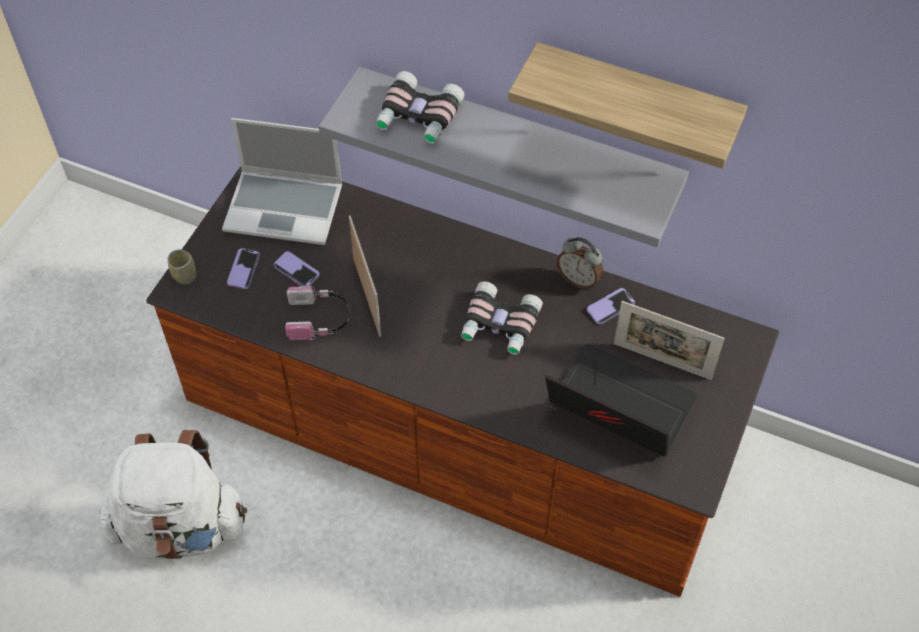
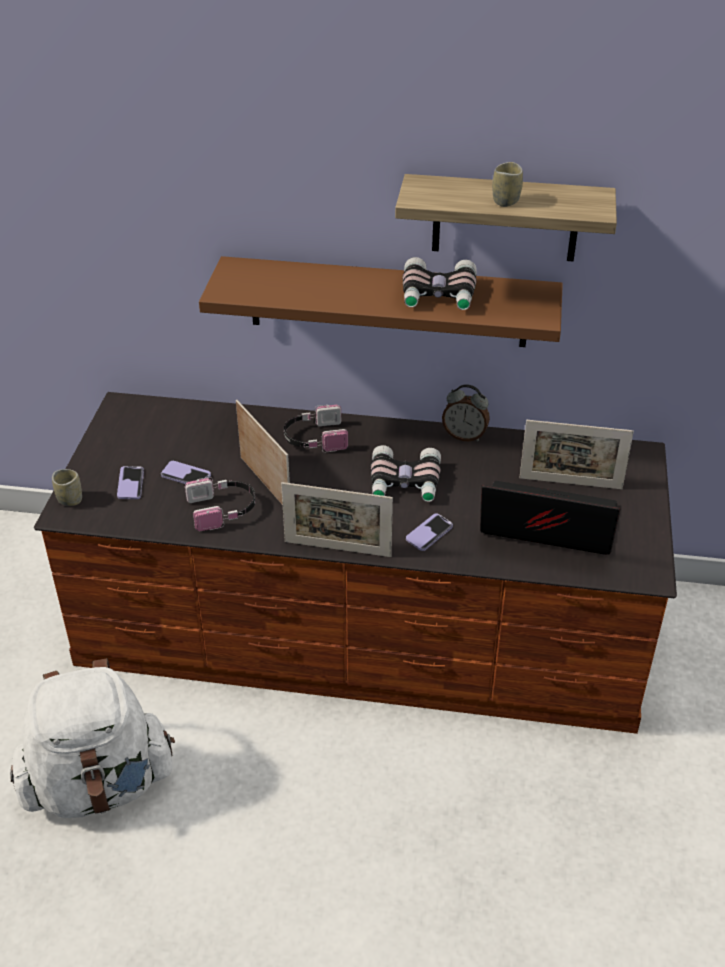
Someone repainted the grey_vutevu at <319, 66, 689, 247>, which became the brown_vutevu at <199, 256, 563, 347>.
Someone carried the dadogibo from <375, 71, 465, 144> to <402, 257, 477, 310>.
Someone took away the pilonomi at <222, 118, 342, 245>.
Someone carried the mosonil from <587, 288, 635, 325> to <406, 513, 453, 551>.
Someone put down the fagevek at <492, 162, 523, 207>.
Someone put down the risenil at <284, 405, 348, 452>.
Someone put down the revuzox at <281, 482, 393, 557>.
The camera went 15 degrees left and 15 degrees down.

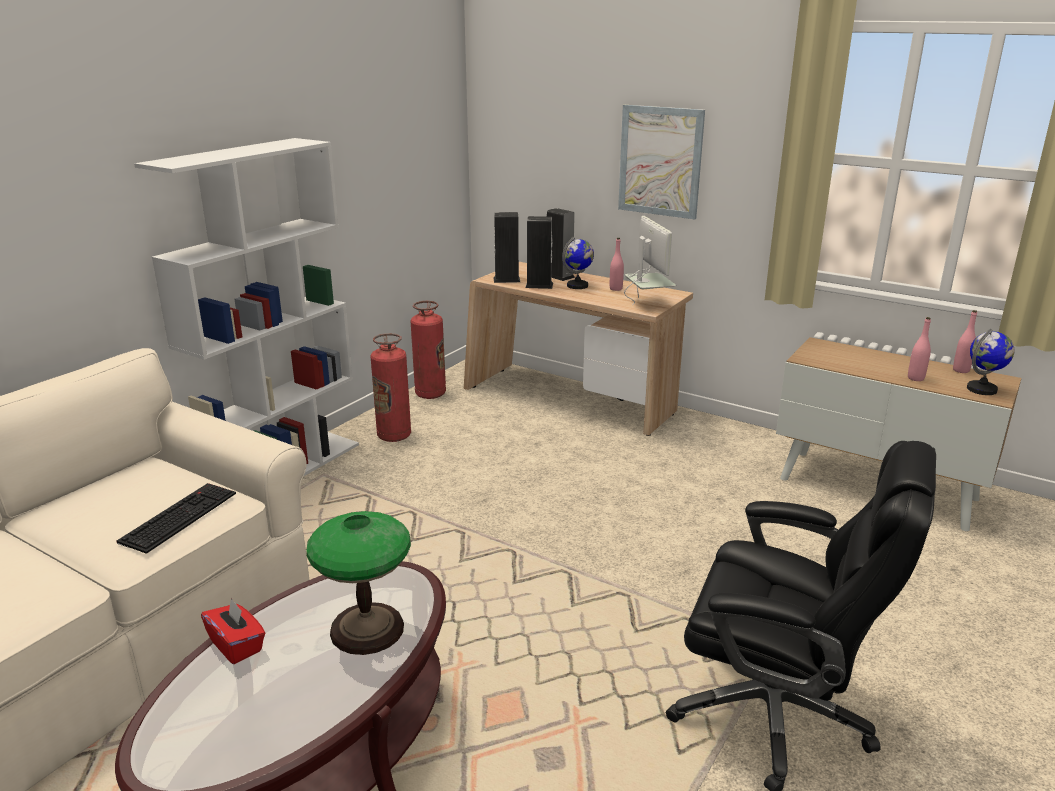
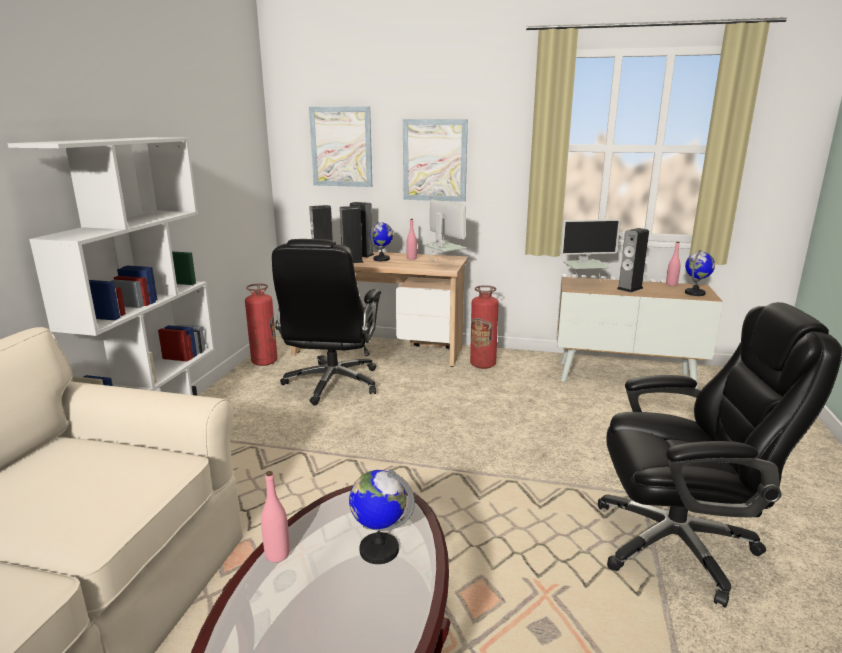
Someone carried the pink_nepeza from <908, 317, 931, 381> to <261, 471, 290, 563>.
Someone carried the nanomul from <371, 333, 411, 442> to <470, 285, 499, 369>.
Someone took away the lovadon at <117, 483, 236, 554>.
Someone swapped the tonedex at <306, 511, 411, 655> for the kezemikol at <349, 470, 415, 564>.
Someone took away the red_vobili at <201, 597, 265, 664>.
Someone put up the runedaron at <309, 107, 372, 187>.
Someone put down the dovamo at <560, 219, 621, 283>.
Someone put down the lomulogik at <617, 228, 649, 292>.
Someone put down the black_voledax at <272, 239, 381, 406>.
The camera went 20 degrees left and 5 degrees down.

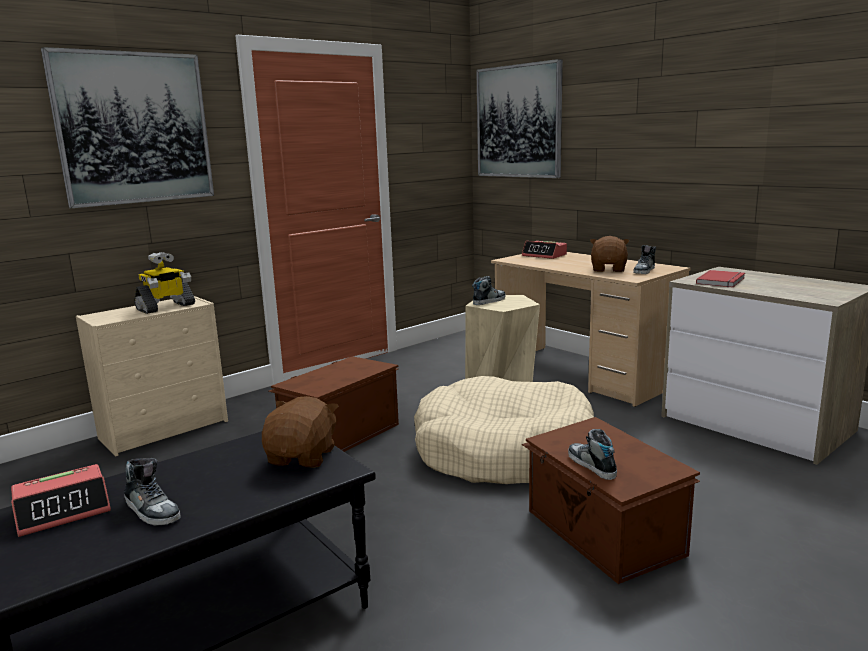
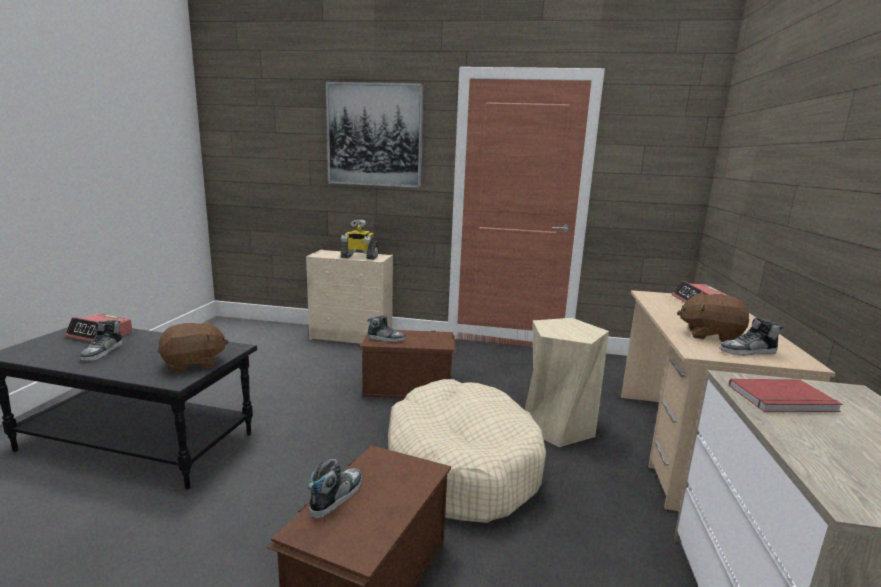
Someone took away the runedaron at <476, 59, 563, 178>.
Someone rotated the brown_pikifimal at <590, 236, 629, 272> by 135 degrees counterclockwise.
Someone carried the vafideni from <472, 276, 506, 305> to <367, 316, 406, 342>.
The camera went 50 degrees right and 0 degrees up.

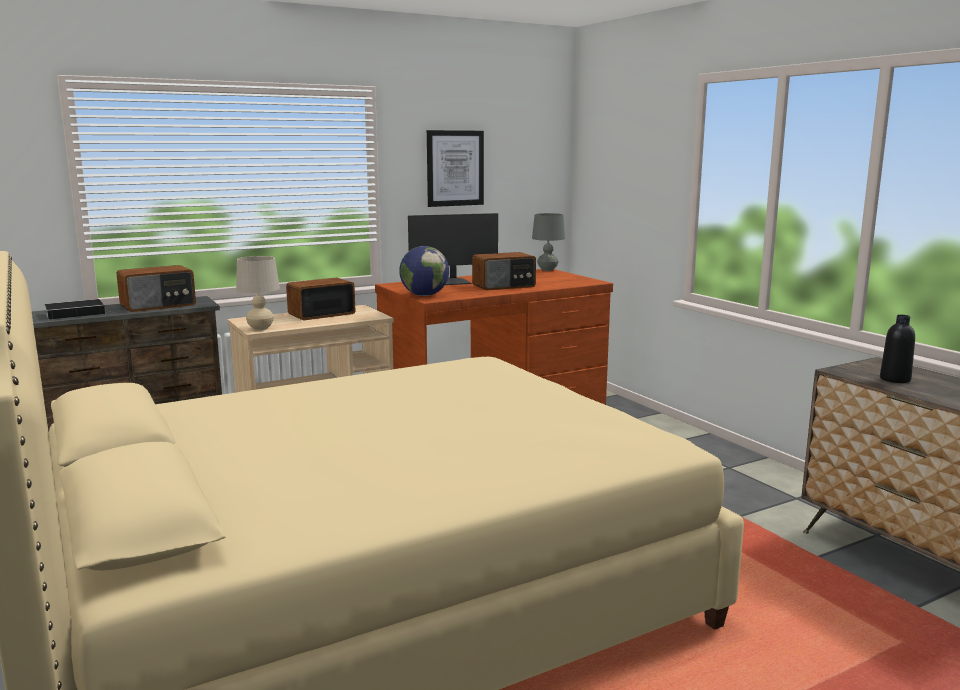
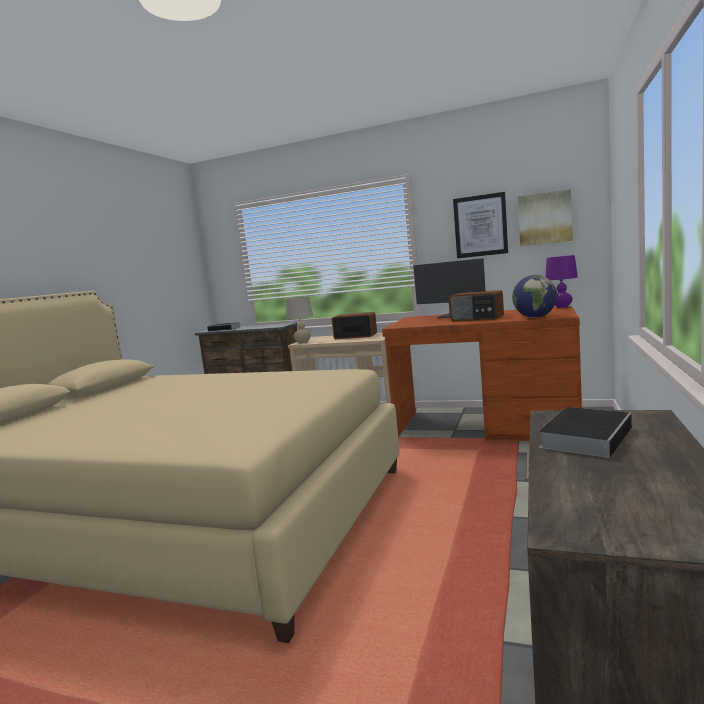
Someone repainted the grey_tonedex at <532, 213, 565, 271>, which became the purple_tonedex at <546, 255, 578, 308>.
Someone carried the kezemikol from <399, 246, 449, 296> to <512, 275, 557, 318>.
Someone took away the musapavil at <116, 265, 196, 312>.
Someone swapped the black_nepeza at <880, 315, 915, 383> for the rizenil at <539, 407, 632, 458>.
Someone put up the runedaron at <518, 189, 573, 246>.
The camera went 50 degrees right and 5 degrees down.

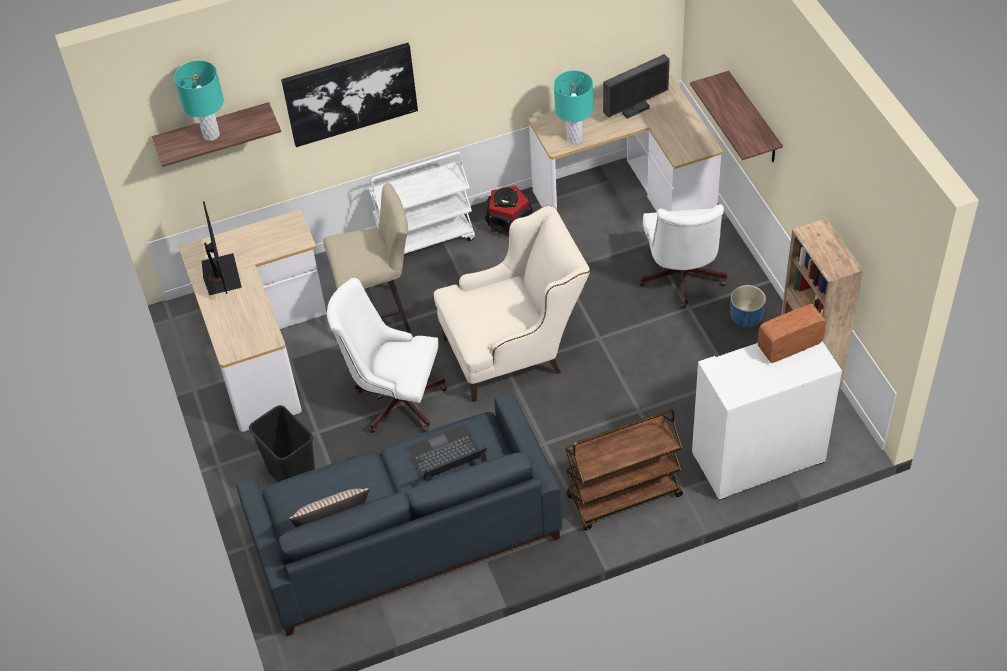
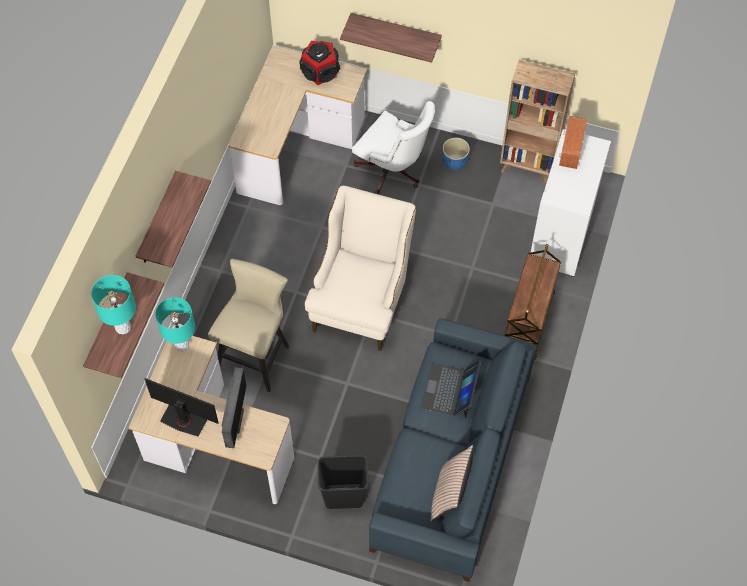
Someone swapped the runedaron at <281, 43, 418, 147> for the vutevu at <136, 171, 211, 268>.
Someone carried the dovamo from <603, 54, 670, 119> to <222, 368, 247, 448>.
Someone carried the turquoise_tonedex from <554, 70, 593, 144> to <156, 297, 195, 351>.
Someone took away the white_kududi at <369, 152, 475, 254>.
Someone carried the lomulogik from <485, 185, 533, 236> to <299, 41, 340, 85>.
Someone took away the white_voledax at <327, 278, 447, 433>.
The camera went 55 degrees left and 10 degrees up.

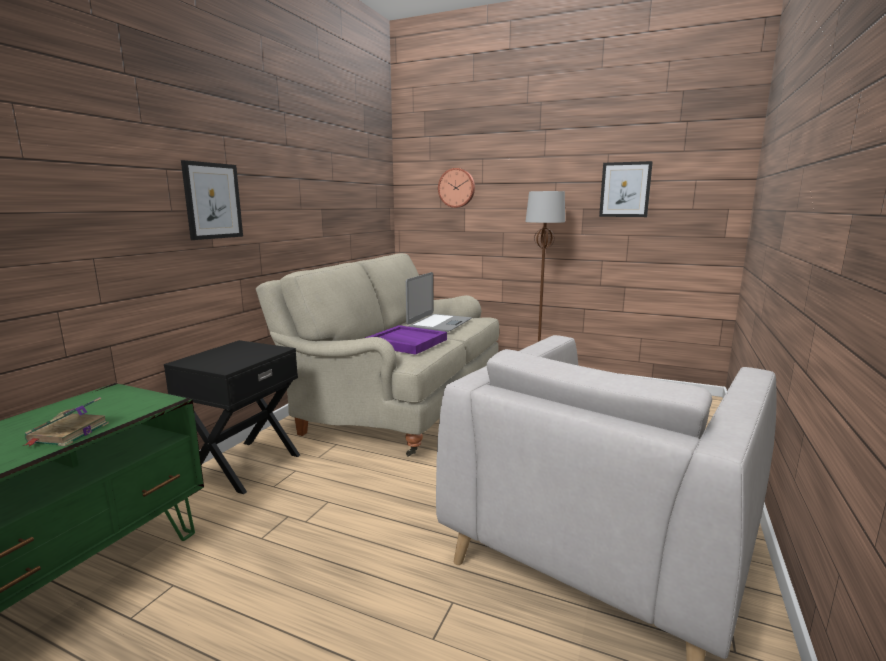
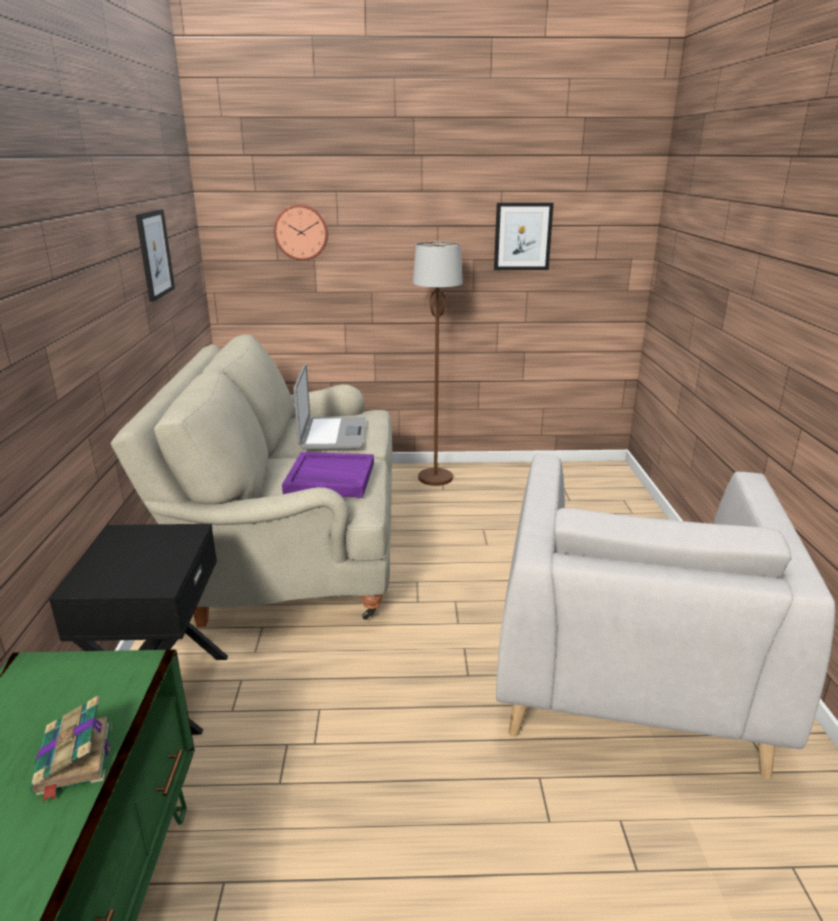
Someone carried the runedaron from <181, 160, 243, 240> to <136, 209, 175, 302>.
The camera went 25 degrees left and 10 degrees up.

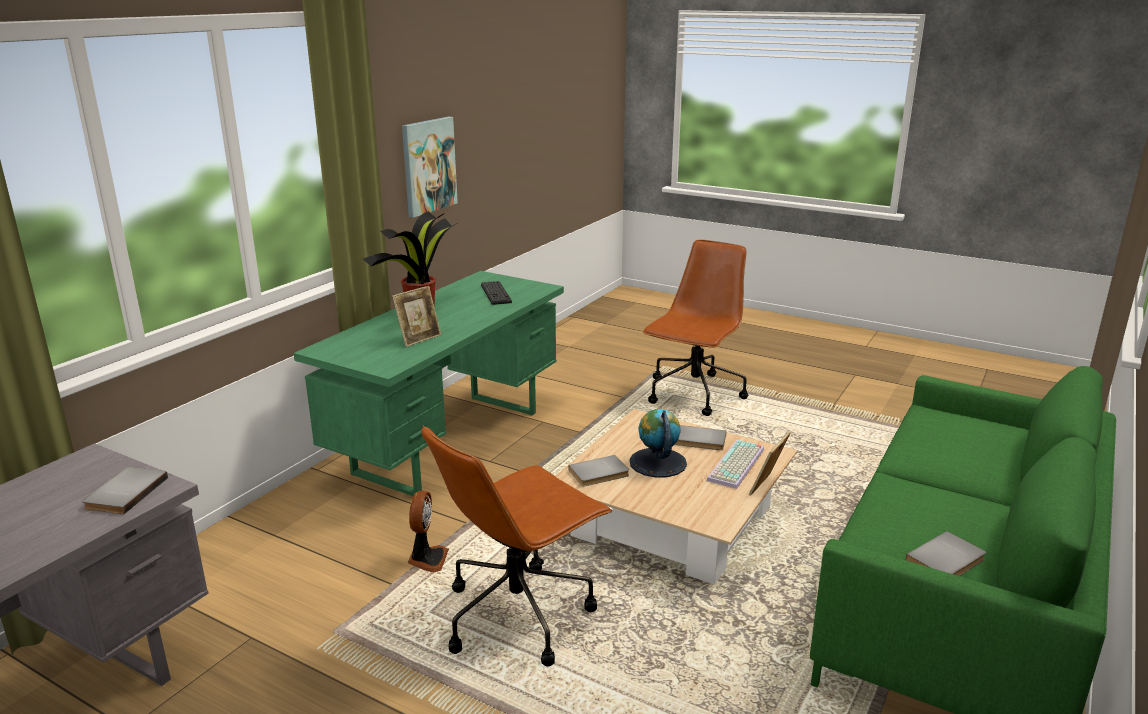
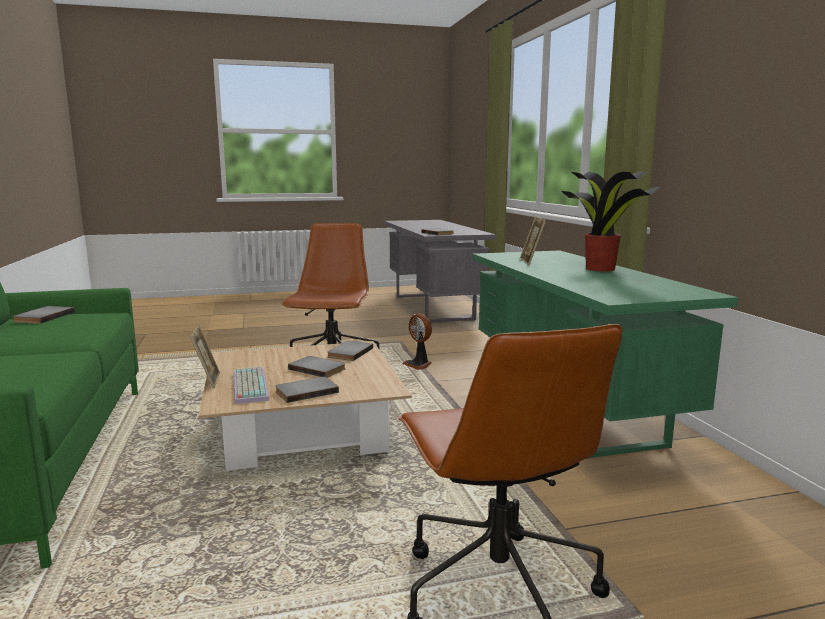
Someone took away the runedaron at <402, 116, 458, 218>.
Someone took away the lovadon at <481, 281, 512, 305>.
Someone swapped the kezemikol at <629, 409, 687, 478> for the grey_rizenil at <288, 356, 346, 378>.
The camera went 135 degrees right and 10 degrees down.

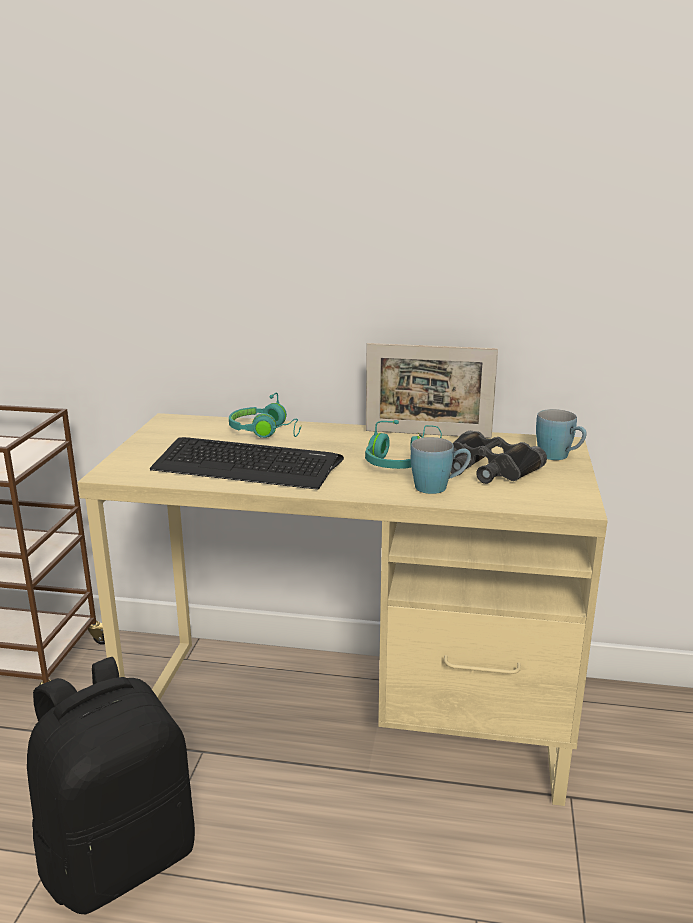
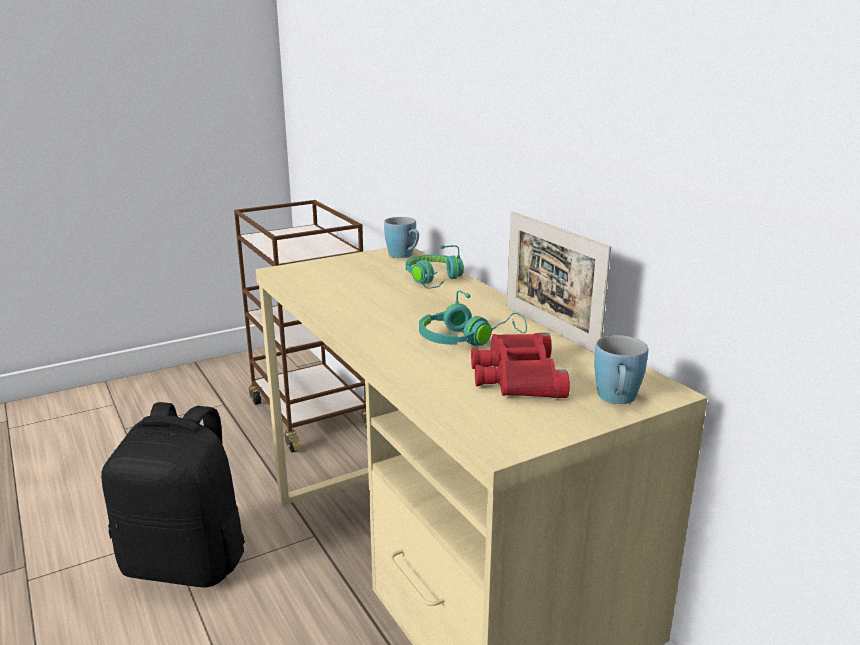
Someone repainted the black_dadogibo at <451, 431, 547, 484>, which became the red_dadogibo at <471, 333, 570, 398>.
Someone took away the lovadon at <150, 437, 344, 490>.
Someone carried the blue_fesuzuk from <411, 437, 471, 494> to <384, 217, 419, 258>.
The camera went 50 degrees right and 0 degrees up.

